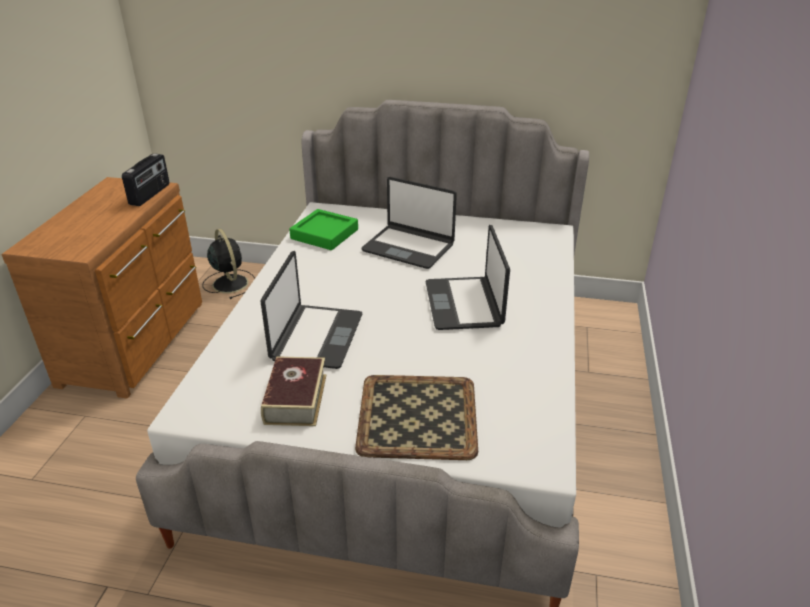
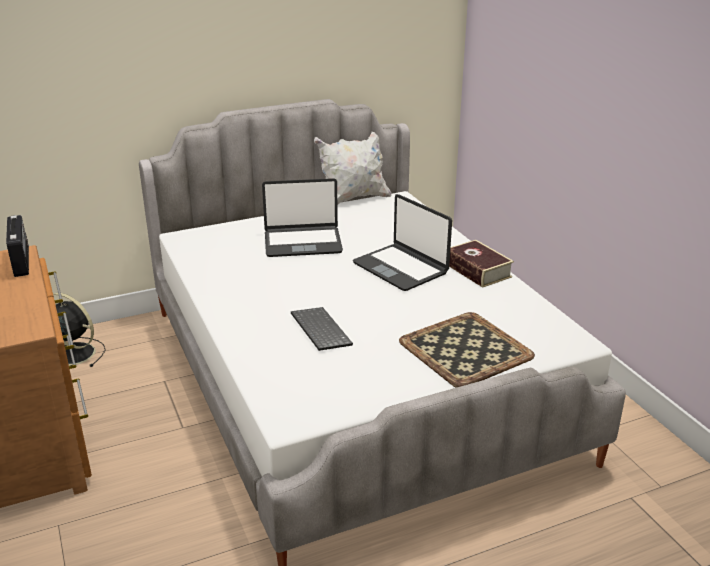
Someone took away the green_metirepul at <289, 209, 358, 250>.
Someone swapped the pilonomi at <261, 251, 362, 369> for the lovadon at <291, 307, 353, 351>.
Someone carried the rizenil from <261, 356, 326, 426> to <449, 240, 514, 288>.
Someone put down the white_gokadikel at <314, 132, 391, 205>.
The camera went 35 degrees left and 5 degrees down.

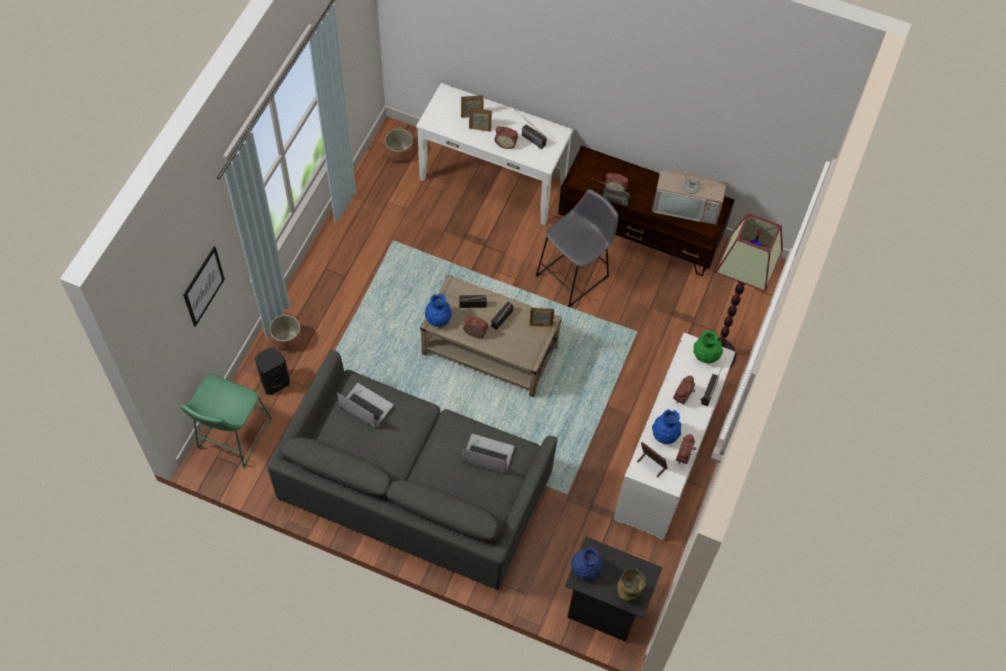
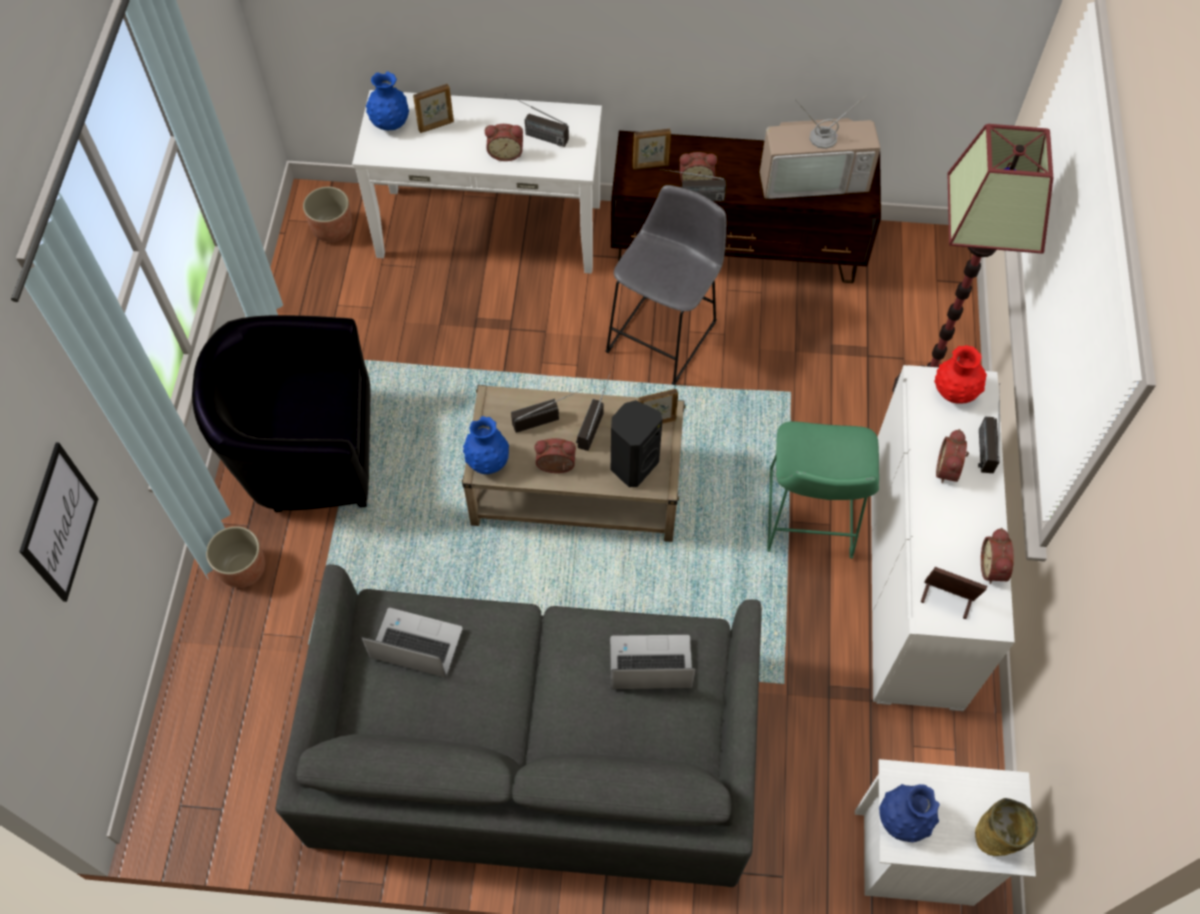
Someone carried the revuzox from <469, 108, 492, 131> to <633, 129, 671, 169>.
Someone repainted the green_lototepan at <693, 330, 723, 363>, which became the red_lototepan at <934, 345, 987, 403>.
Someone carried the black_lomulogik from <255, 348, 290, 395> to <611, 400, 663, 487>.
Someone carried the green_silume from <181, 375, 272, 467> to <767, 421, 879, 559>.
Someone carried the blue_lototepan from <652, 409, 682, 444> to <366, 71, 409, 130>.
Someone repainted the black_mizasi at <565, 536, 663, 642>, which became the white_mizasi at <855, 759, 1036, 906>.
Someone put down the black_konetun at <192, 315, 371, 512>.
The camera went 15 degrees left and 0 degrees up.

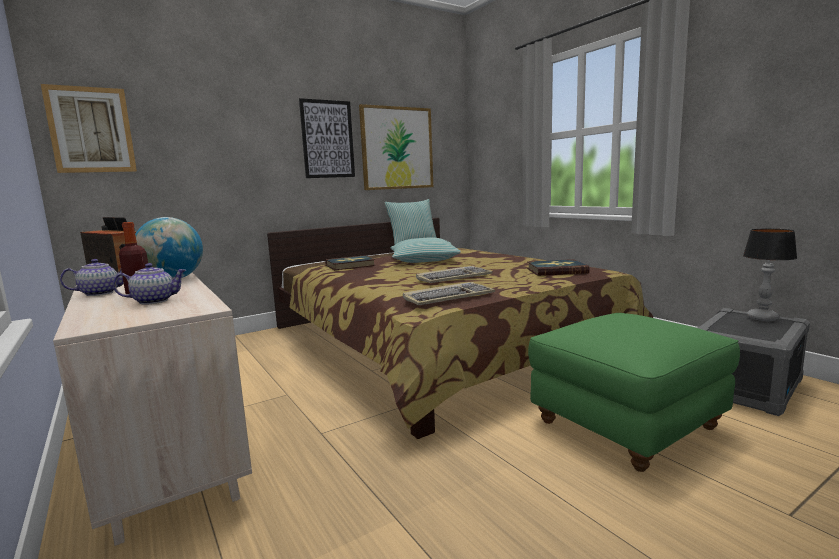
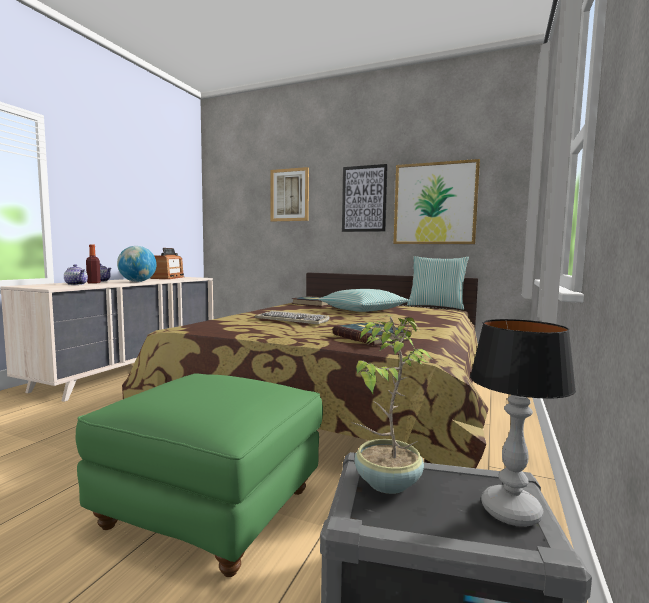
Someone carried the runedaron from <41, 84, 137, 173> to <271, 167, 309, 222>.
Someone took away the lovadon at <403, 282, 495, 305>.
Someone put down the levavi at <351, 315, 432, 494>.
The camera went 55 degrees right and 5 degrees down.

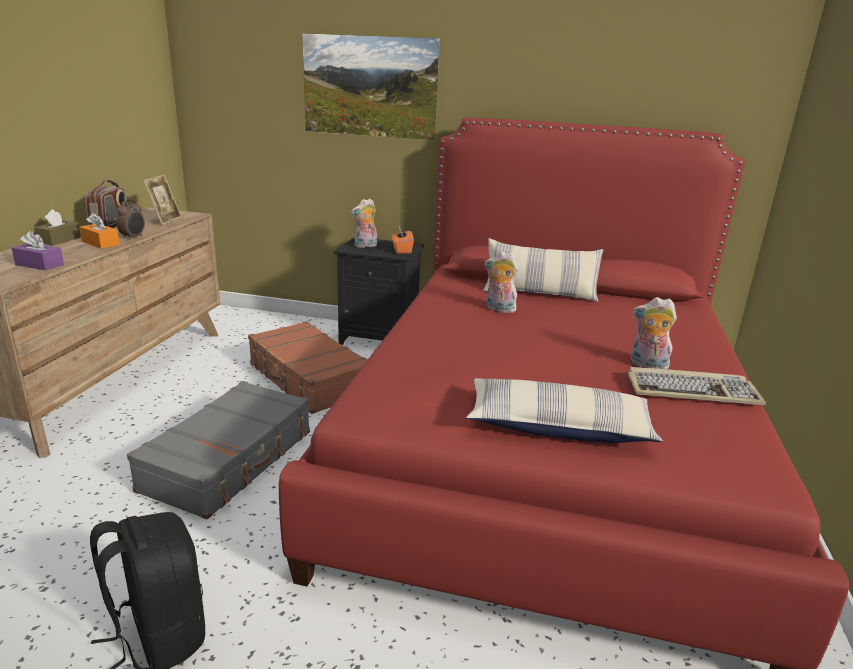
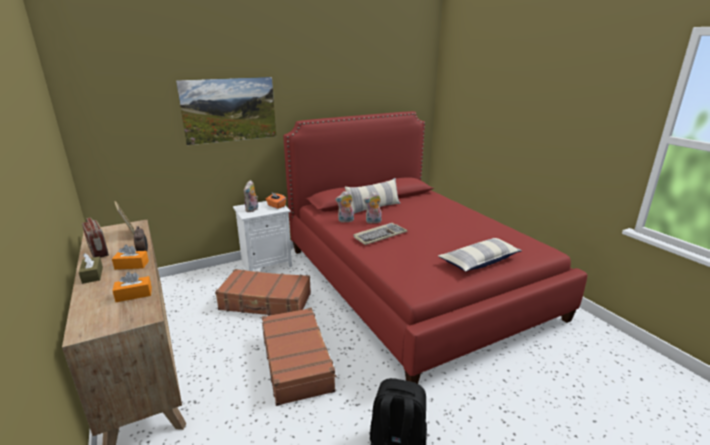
Someone repainted the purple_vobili at <11, 231, 64, 270>, which became the orange_vobili at <112, 272, 152, 302>.
Someone repainted the black_mizasi at <334, 238, 424, 345>, which became the white_mizasi at <233, 201, 292, 271>.
Someone carried the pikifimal from <631, 297, 677, 369> to <335, 191, 354, 223>.
Someone carried the lovadon from <628, 367, 766, 405> to <353, 223, 407, 245>.
Someone repainted the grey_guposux at <127, 381, 310, 520>, which became the brown_guposux at <262, 308, 337, 406>.
The camera went 40 degrees left and 0 degrees up.

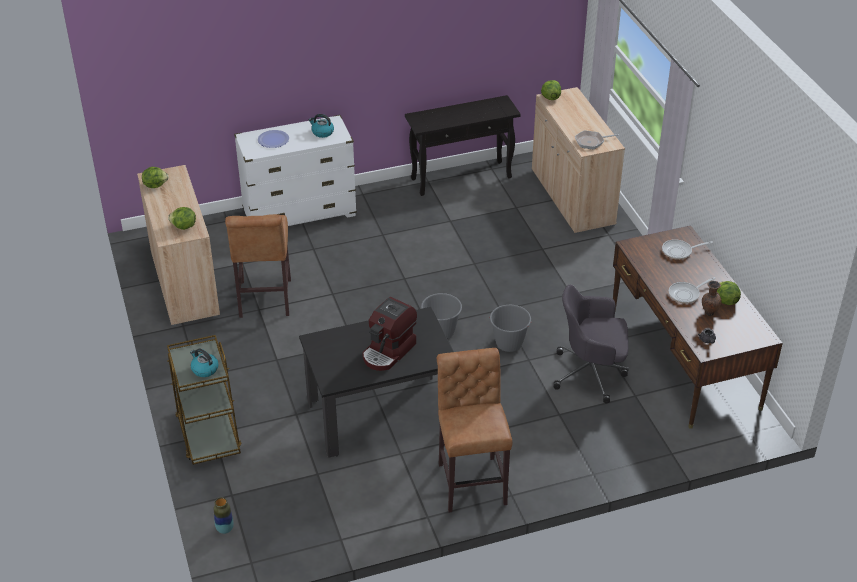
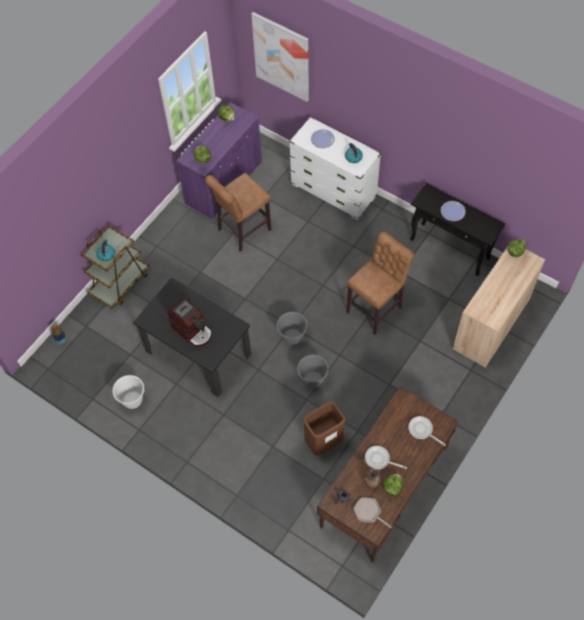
Someone carried the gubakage from <575, 130, 619, 149> to <353, 497, 392, 528>.
Someone repainted the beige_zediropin at <137, 165, 220, 326>, which became the purple_zediropin at <176, 102, 262, 219>.
Someone swapped the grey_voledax at <553, 285, 629, 403> for the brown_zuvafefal at <303, 402, 346, 455>.
Someone rotated the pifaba at <362, 297, 417, 371> by 135 degrees counterclockwise.
Someone carried the brown_silume from <437, 348, 513, 512> to <346, 231, 414, 335>.
Someone put up the runedaron at <251, 12, 309, 102>.
Someone put down the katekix at <441, 201, 466, 221>.
Someone put down the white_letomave at <113, 375, 146, 409>.
The camera went 55 degrees right and 20 degrees up.

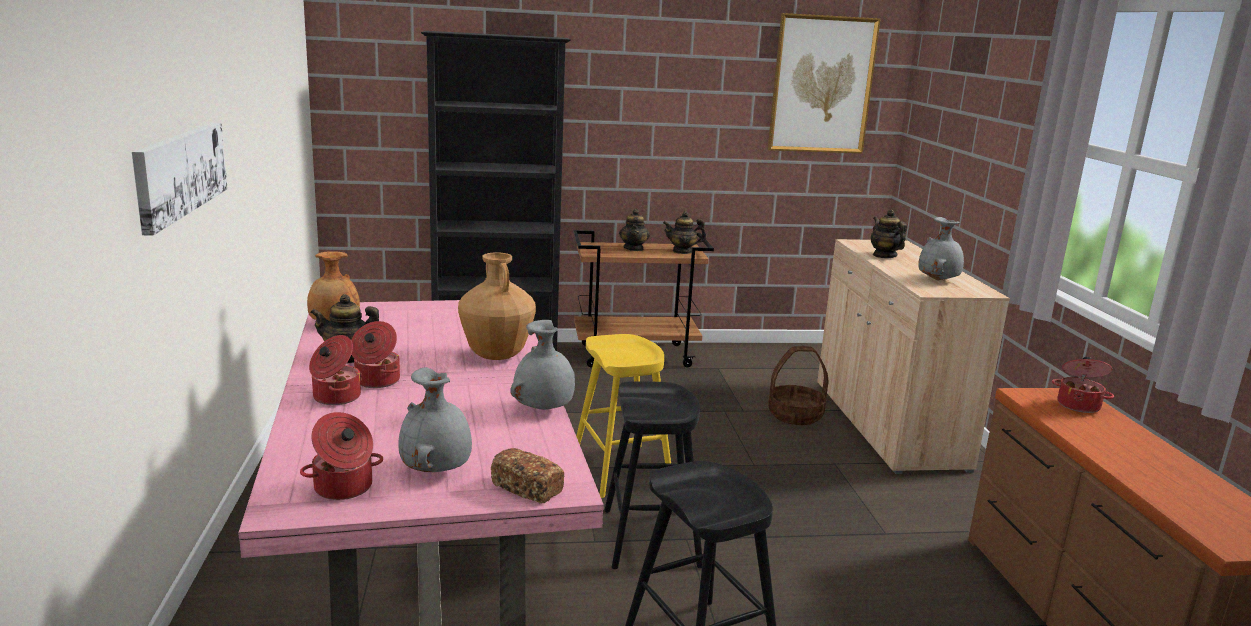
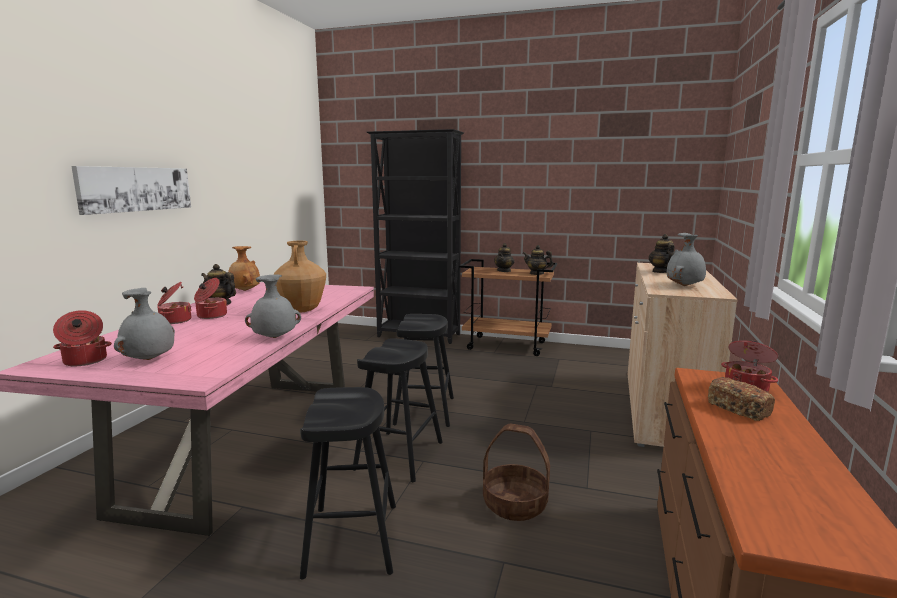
Someone took away the runedaron at <768, 13, 880, 153>.
Someone repainted the yellow_silume at <576, 334, 671, 498>, which became the black_silume at <393, 314, 454, 427>.
Someone carried the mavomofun from <768, 346, 829, 425> to <483, 424, 550, 521>.
Someone carried the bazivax from <491, 448, 564, 504> to <708, 377, 775, 421>.
The camera went 25 degrees right and 5 degrees down.

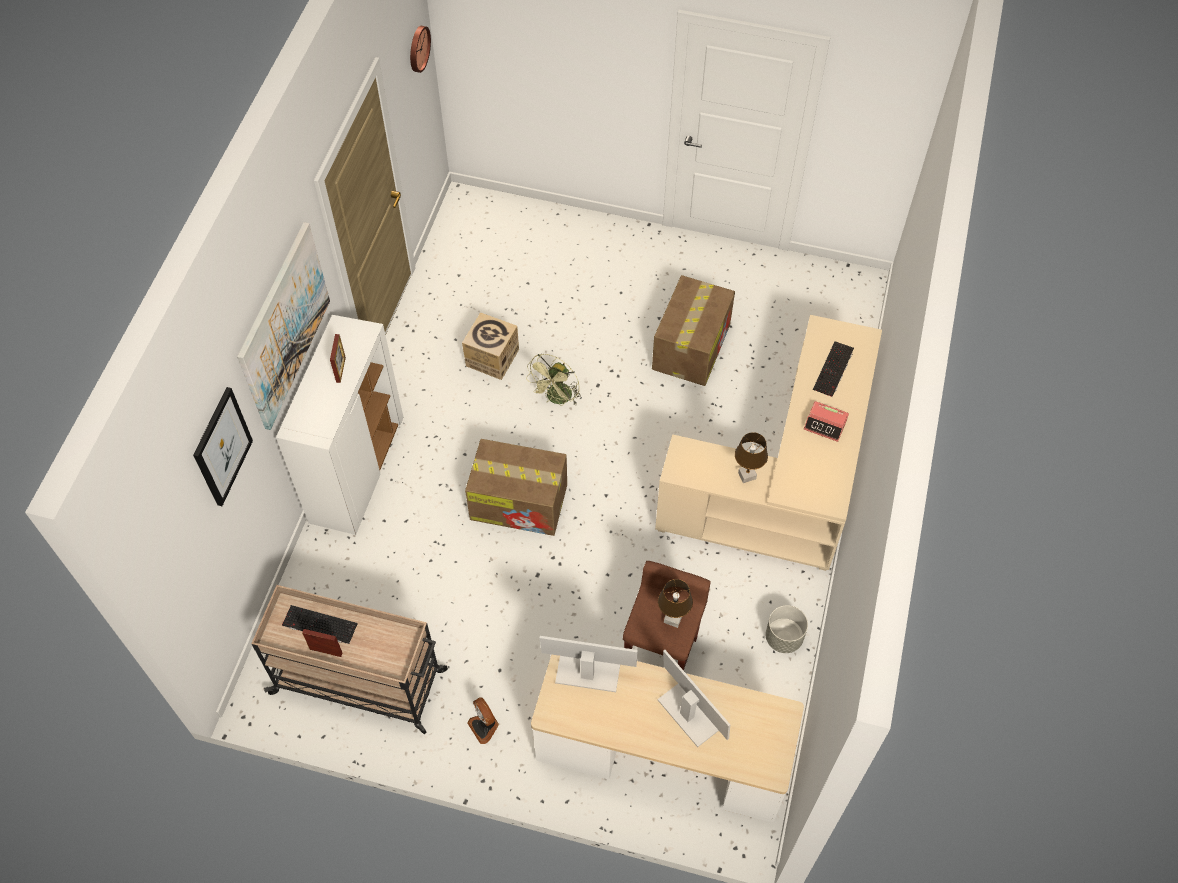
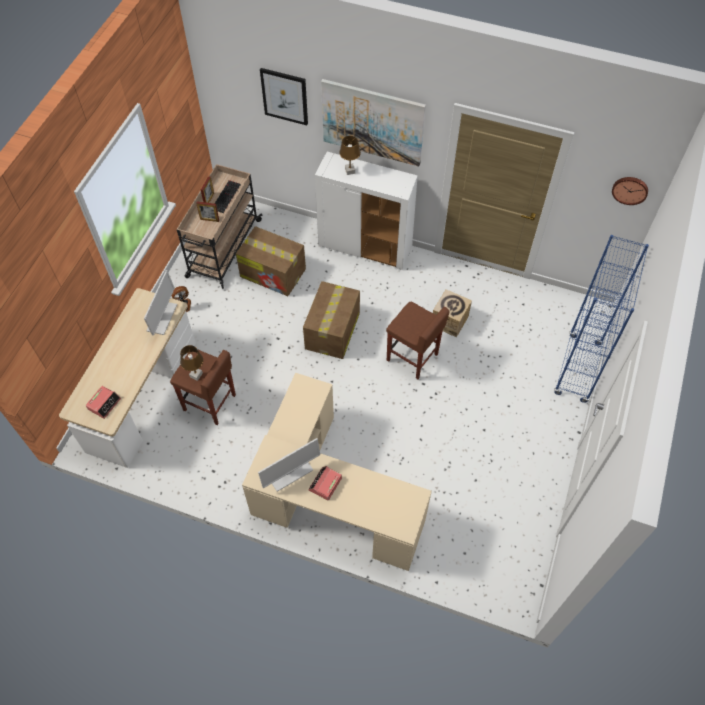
Someone carried the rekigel from <652, 275, 735, 386> to <236, 226, 306, 296>.
Someone carried the revuzox from <330, 334, 346, 383> to <196, 202, 219, 222>.
Someone took away the lovadon at <813, 341, 854, 397>.
Someone swapped the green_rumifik at <527, 354, 581, 405> for the brown_silume at <386, 302, 450, 379>.
Someone carried the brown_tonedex from <735, 432, 768, 483> to <339, 136, 361, 175>.
Someone took away the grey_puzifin at <766, 605, 808, 653>.
Someone carried the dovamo from <658, 650, 730, 747> to <258, 438, 320, 492>.
Someone put down the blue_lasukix at <554, 235, 649, 403>.
Someone put down the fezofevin at <86, 386, 121, 419>.
The camera went 95 degrees right and 0 degrees up.

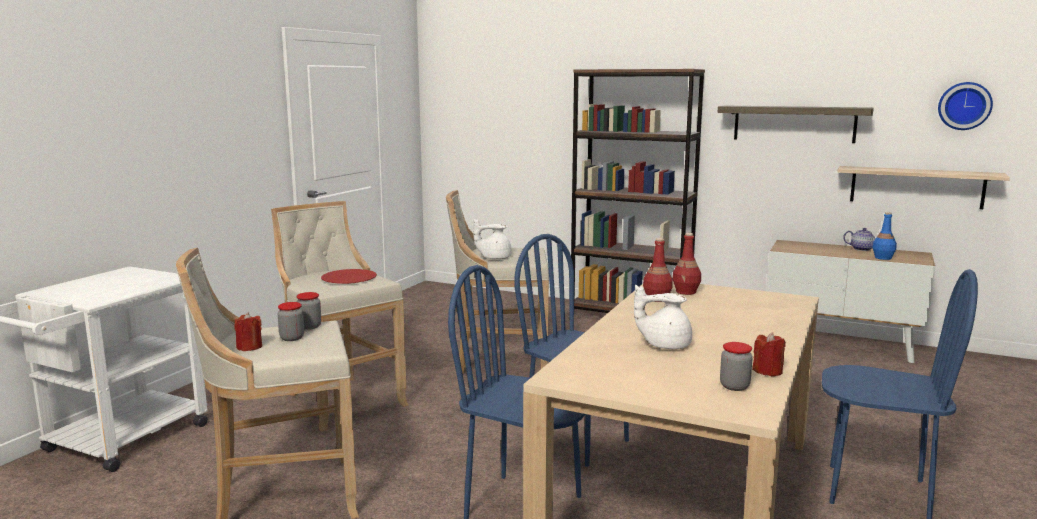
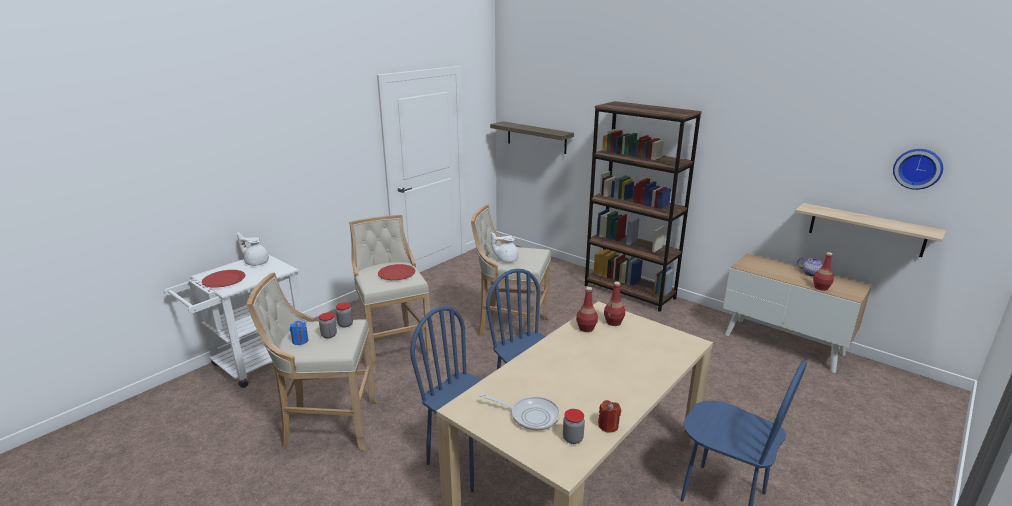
Someone carried the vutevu from <717, 105, 874, 143> to <490, 121, 574, 154>.
Someone repainted the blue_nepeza at <872, 212, 897, 260>, which became the red_nepeza at <813, 252, 834, 291>.
Someone carried the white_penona from <634, 285, 692, 349> to <237, 232, 269, 266>.
Someone repainted the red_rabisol at <234, 313, 262, 351>, which became the blue_rabisol at <290, 321, 308, 345>.
Someone put down the red_katekix at <202, 270, 245, 288>.
Someone put down the gubakage at <479, 394, 560, 430>.
The camera went 15 degrees right and 10 degrees up.

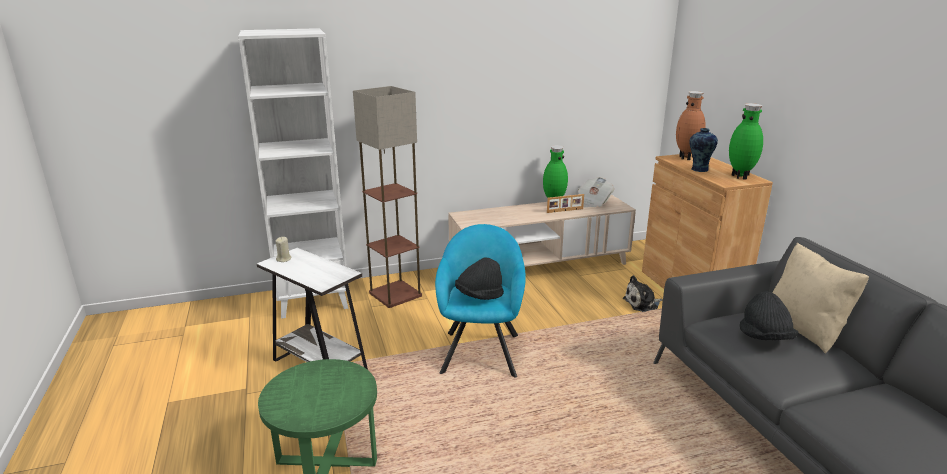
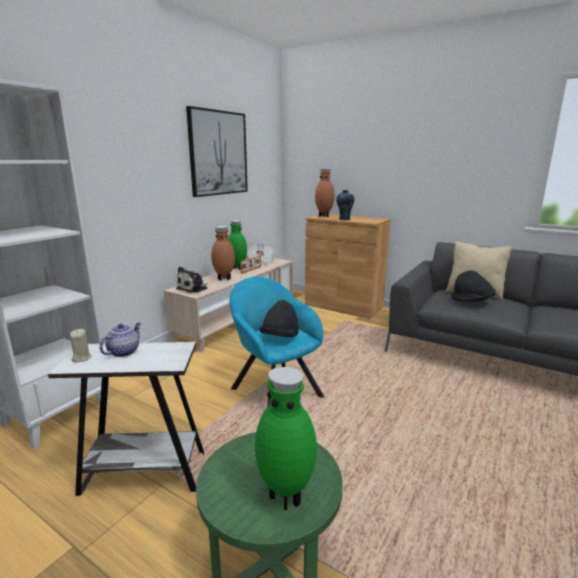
Someone took away the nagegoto at <353, 86, 422, 308>.
Someone carried the green_lototepan from <729, 103, 763, 179> to <255, 367, 317, 510>.
Someone carried the pikifimal from <623, 275, 663, 312> to <176, 266, 208, 293>.
Someone put up the runedaron at <186, 106, 248, 197>.
Someone put down the brown_lototepan at <211, 226, 235, 281>.
Someone put down the penona at <99, 323, 141, 357>.
The camera went 40 degrees left and 5 degrees down.

